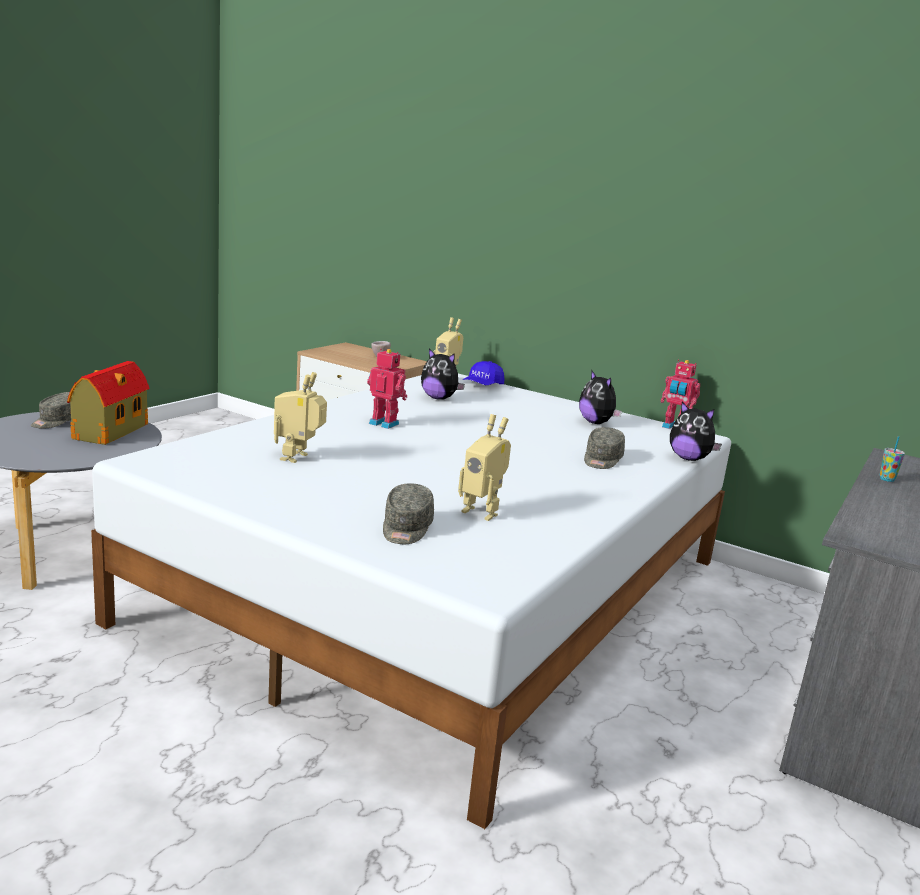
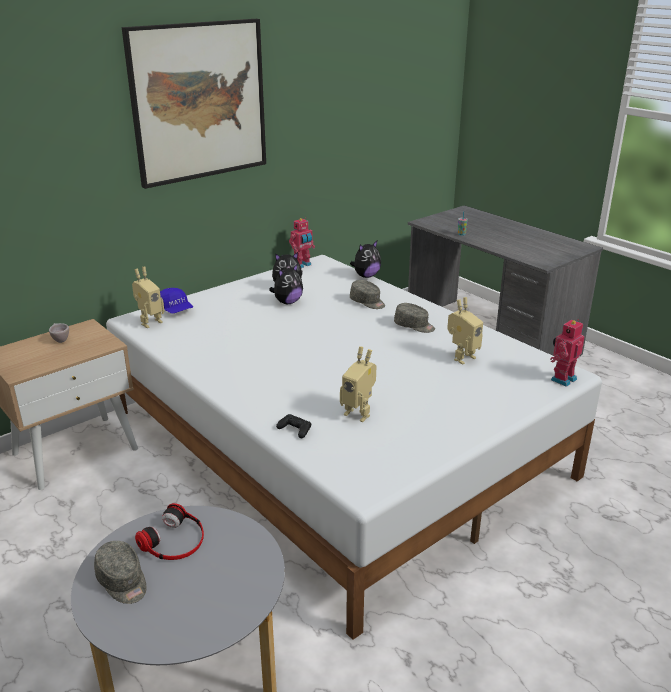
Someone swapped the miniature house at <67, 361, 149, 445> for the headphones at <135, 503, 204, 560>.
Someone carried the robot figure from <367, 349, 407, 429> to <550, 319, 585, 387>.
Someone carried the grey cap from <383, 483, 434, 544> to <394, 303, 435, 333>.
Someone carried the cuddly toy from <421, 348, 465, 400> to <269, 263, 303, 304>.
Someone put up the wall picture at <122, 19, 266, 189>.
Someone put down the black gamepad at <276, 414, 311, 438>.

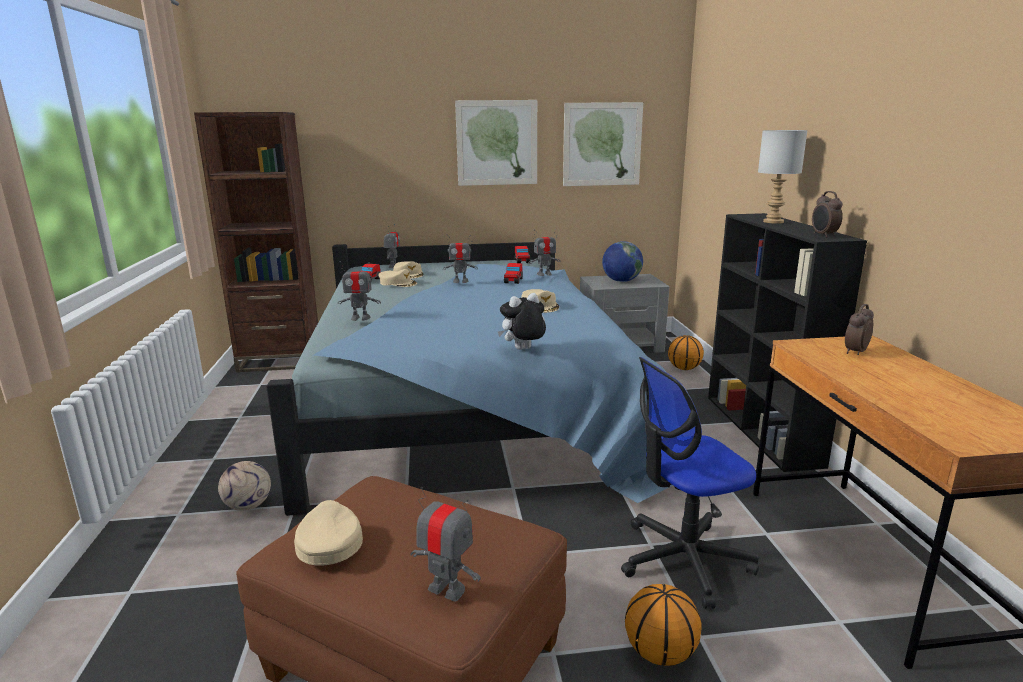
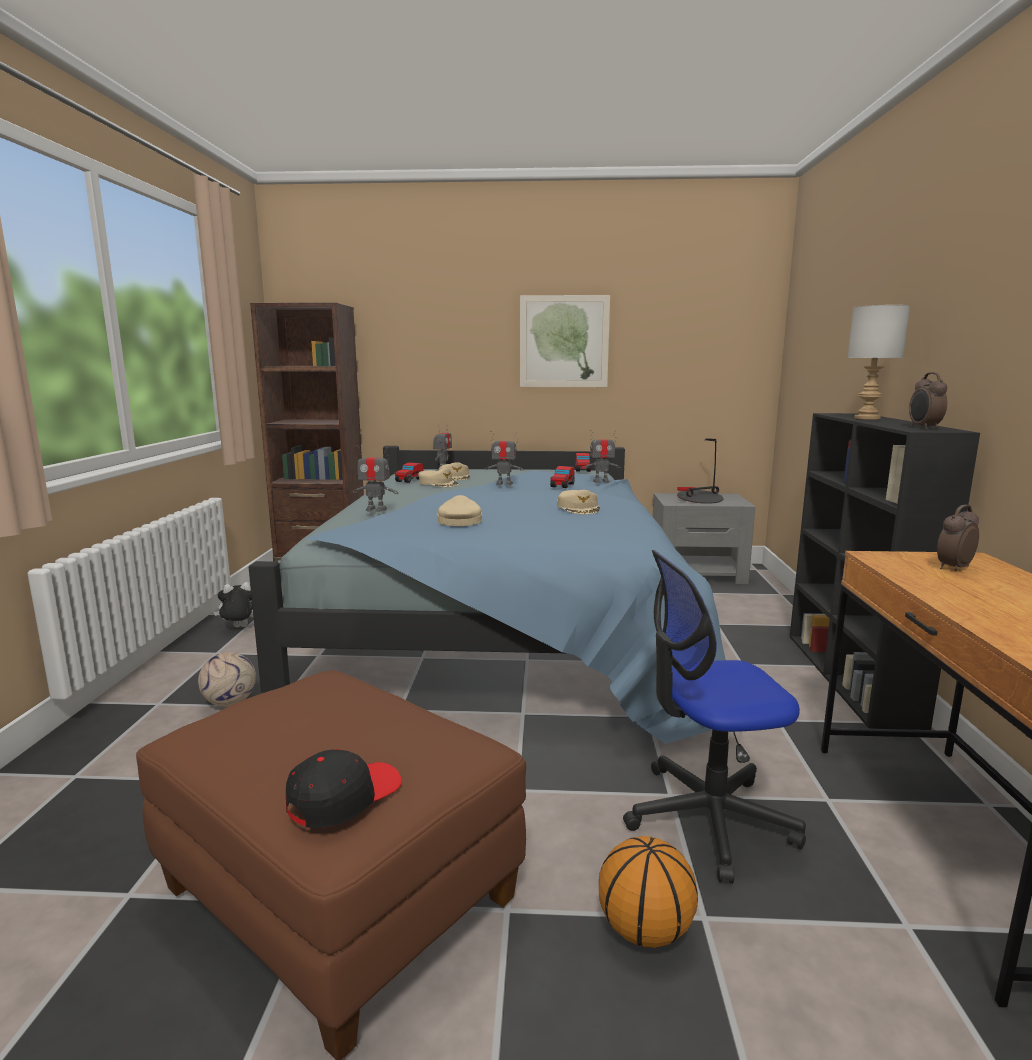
Someone carried the beige cap from <294, 500, 363, 566> to <437, 495, 482, 526>.
Someone swapped the robot figure at <410, 487, 481, 602> for the black cap at <286, 749, 402, 828>.
Someone carried the cuddly toy from <498, 293, 546, 350> to <213, 582, 254, 627>.
Someone took away the wall picture at <563, 102, 643, 186>.
Someone swapped the desk globe at <602, 241, 643, 282> for the table lamp at <677, 438, 723, 504>.
Someone took away the ball for basketball at <668, 335, 704, 370>.

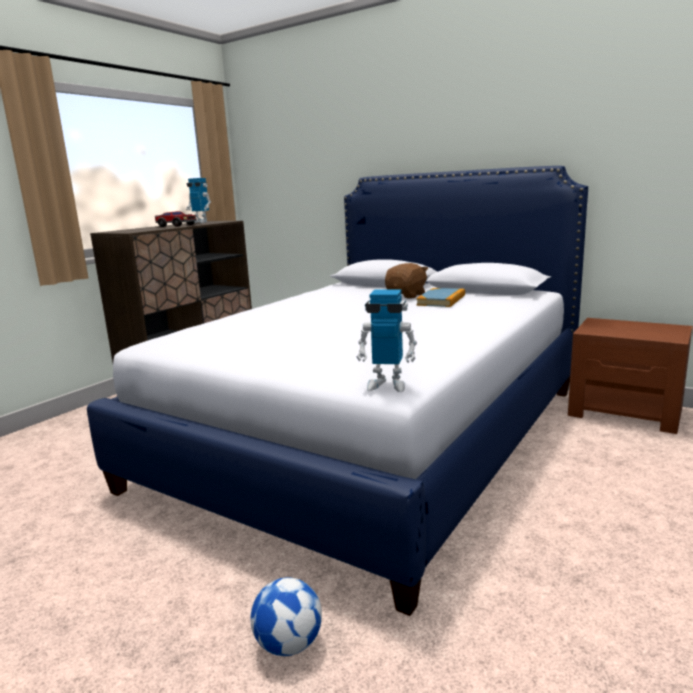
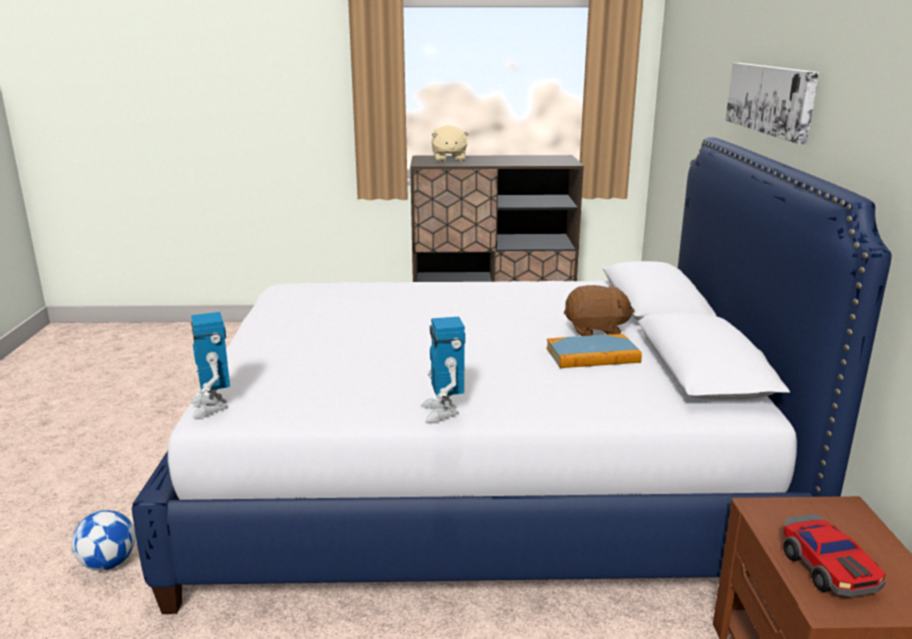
Someone carried the model car from <155, 211, 197, 227> to <782, 514, 886, 597>.
Someone carried the robot figure from <186, 178, 211, 223> to <421, 317, 465, 422>.
Someone put down the beige cuddly toy at <431, 125, 469, 162>.
Someone put up the wall picture at <726, 63, 819, 144>.

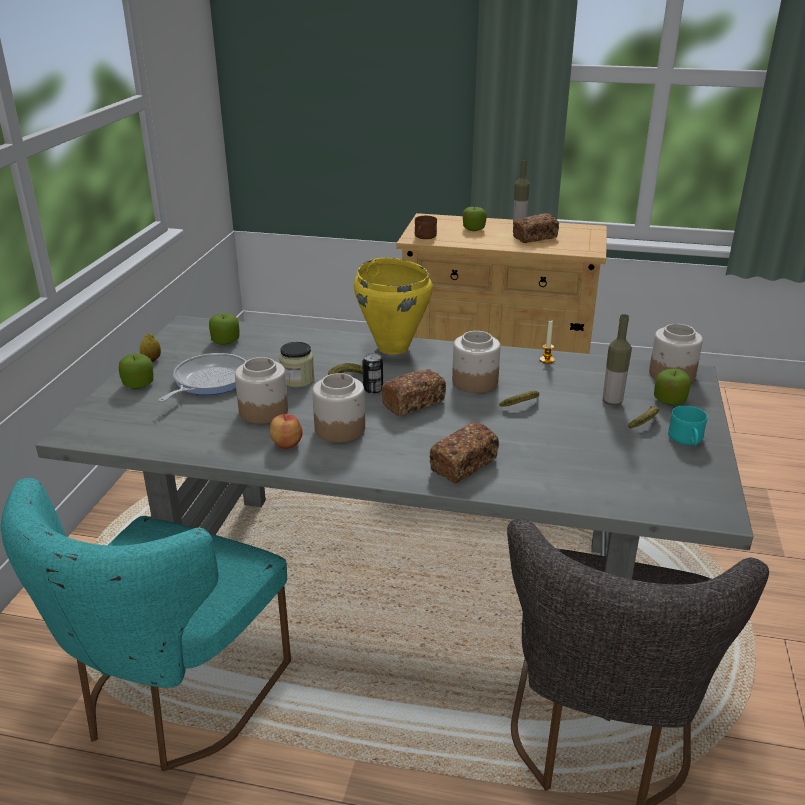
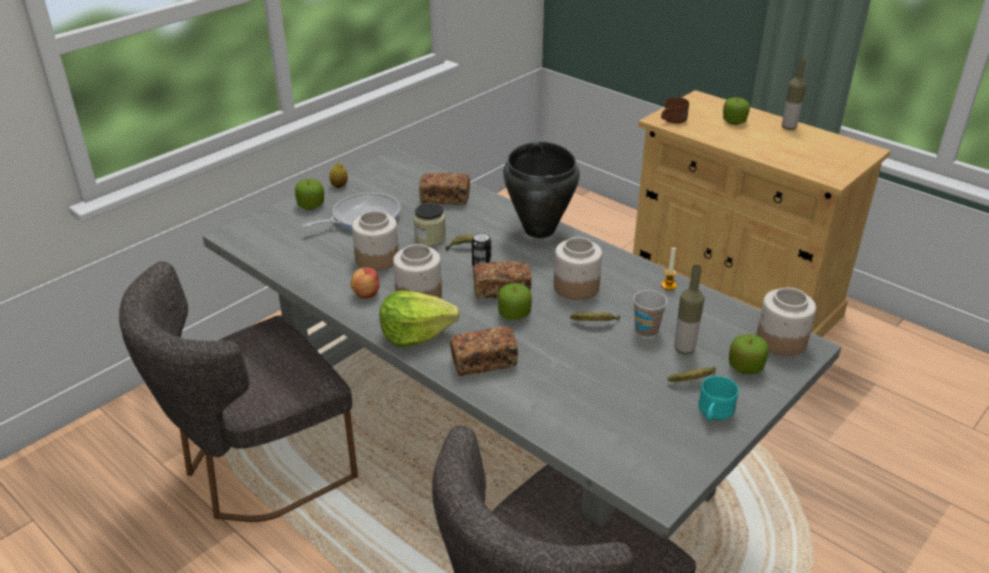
Someone repainted the blue-green chair at <1, 478, 291, 771>, which became the grey chair at <119, 261, 358, 522>.
Someone carried the apple from <209, 313, 240, 345> to <498, 283, 532, 320>.
Someone repainted the yellow stockpot at <354, 258, 433, 355>, which became the black stockpot at <503, 141, 580, 238>.
Someone carried the bakery bread from <513, 213, 559, 243> to <419, 173, 470, 205>.
Someone put down the head of lettuce at <380, 291, 460, 347>.
Someone put down the small cup at <633, 290, 667, 337>.

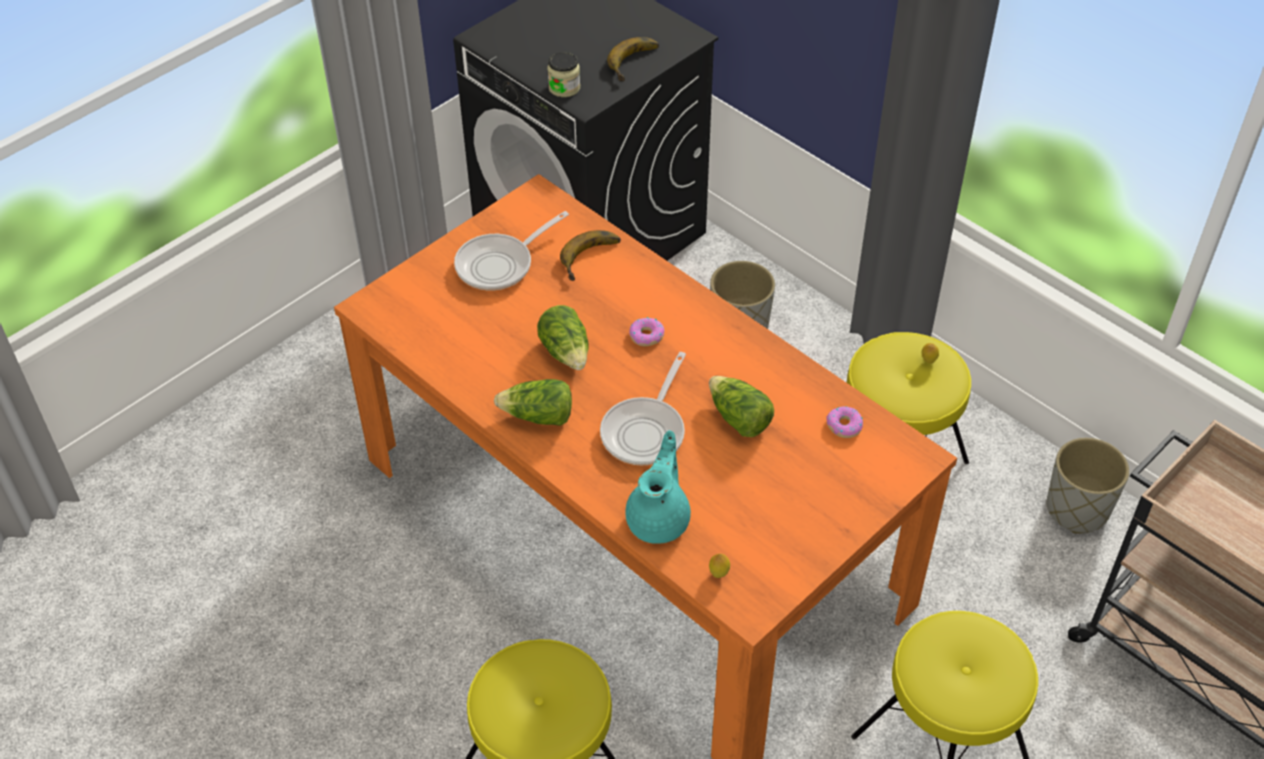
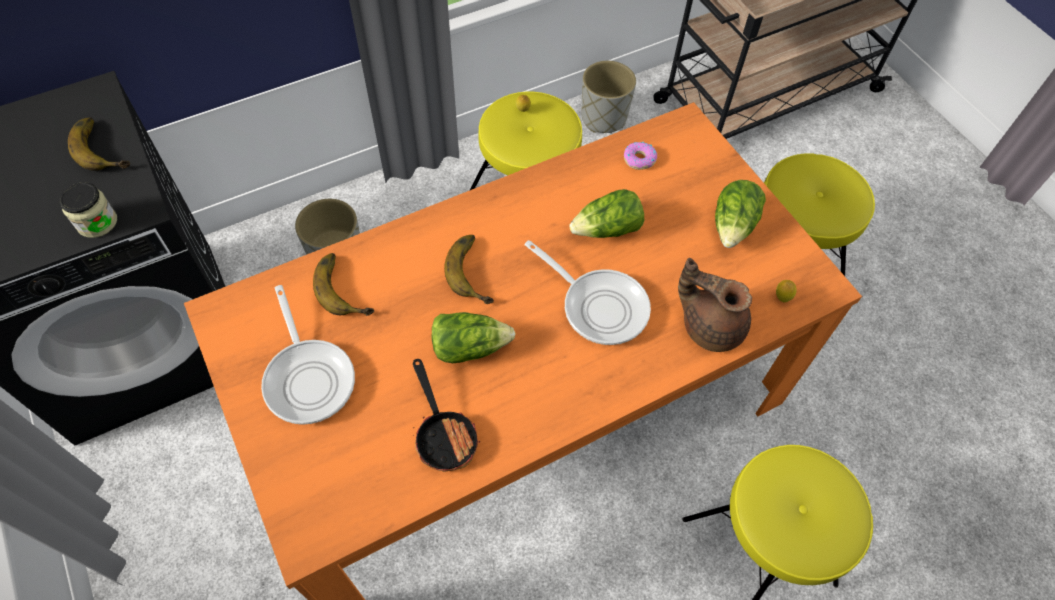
Someone carried the head of lettuce from <494, 379, 572, 426> to <715, 180, 766, 248>.
Someone repainted the blue-green tea pot at <625, 430, 691, 544>, which became the brown tea pot at <678, 258, 752, 352>.
Someone swapped the ring doughnut at <630, 317, 665, 346> for the banana fruit at <444, 235, 494, 304>.
Someone put down the pan at <413, 359, 480, 472>.

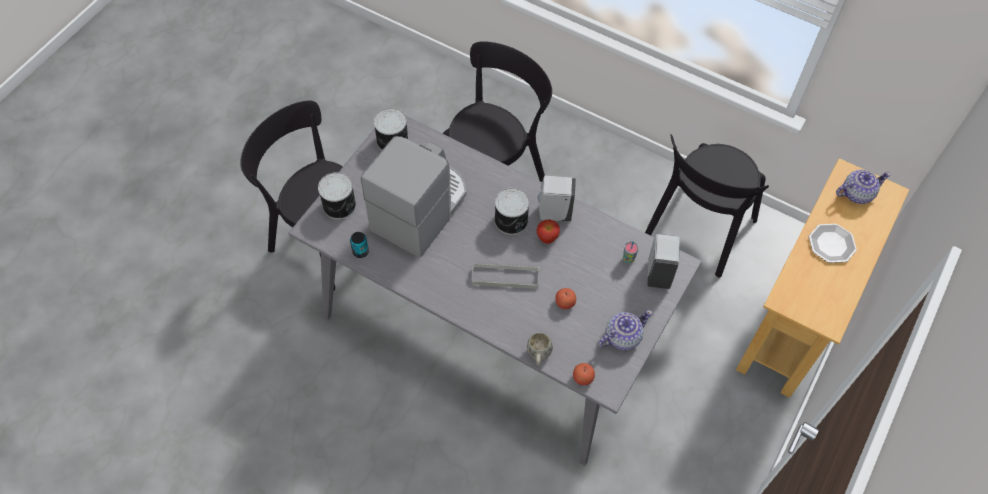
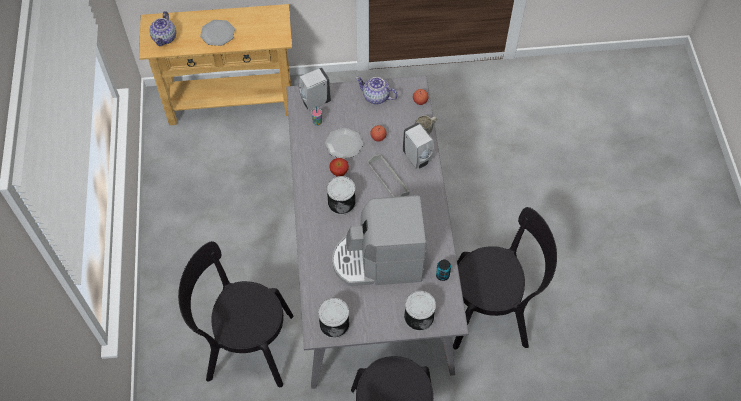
Someone carried the white-coloured liquid soap bottle from <537, 175, 576, 221> to <403, 122, 434, 169>.
Someone carried the black chair from <645, 134, 769, 278> to <453, 207, 557, 350>.
Someone rotated the tea pot at <836, 170, 891, 204> by 120 degrees counterclockwise.
Someone put down the dinner plate at <325, 128, 363, 159>.

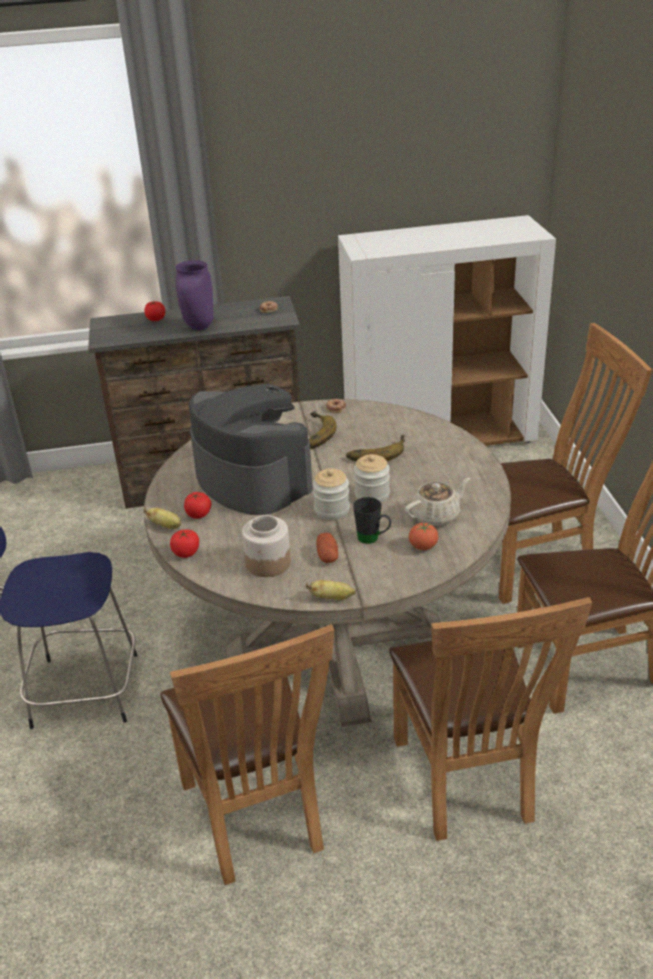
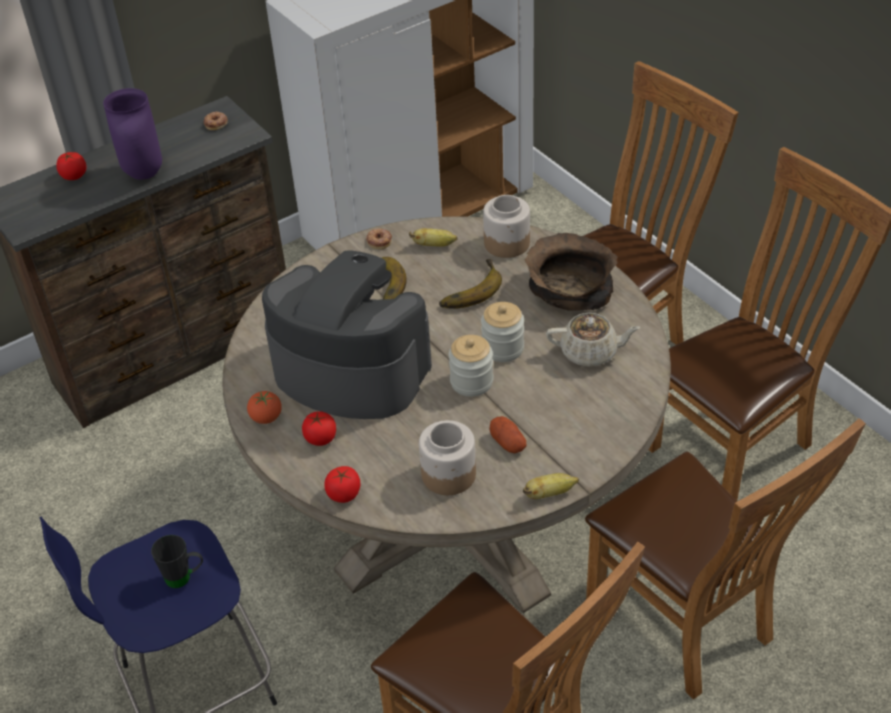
Someone carried the banana fruit from <144, 507, 181, 529> to <409, 228, 458, 247>.
Someone carried the black tea mug from <353, 497, 391, 544> to <151, 535, 203, 588>.
Someone rotated the beige tea pot at <405, 478, 470, 526> by 60 degrees clockwise.
Someone carried the whole tomato from <409, 523, 438, 550> to <247, 391, 282, 424>.
Someone put down the jar at <483, 195, 530, 258>.
Someone put down the brown deep dish at <525, 233, 618, 311>.

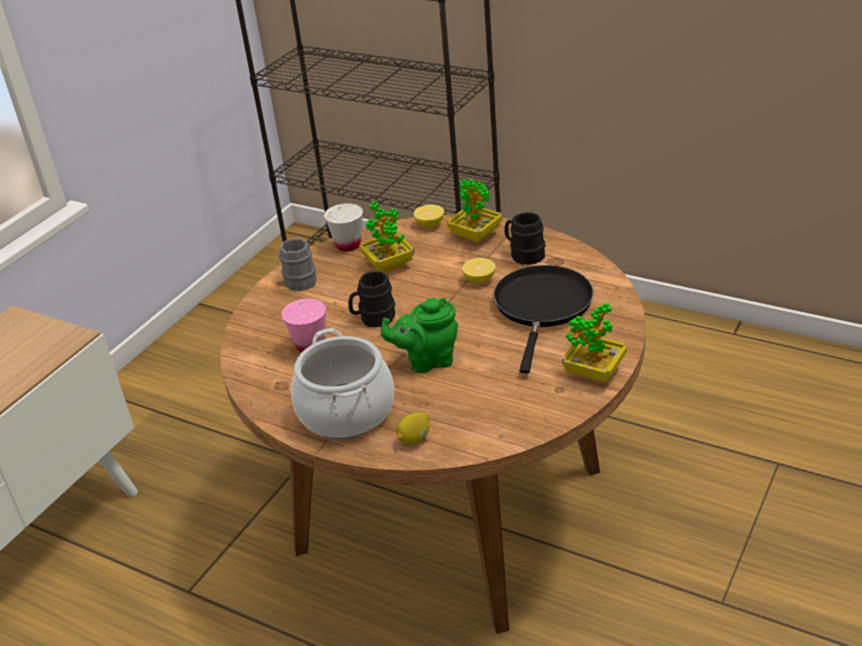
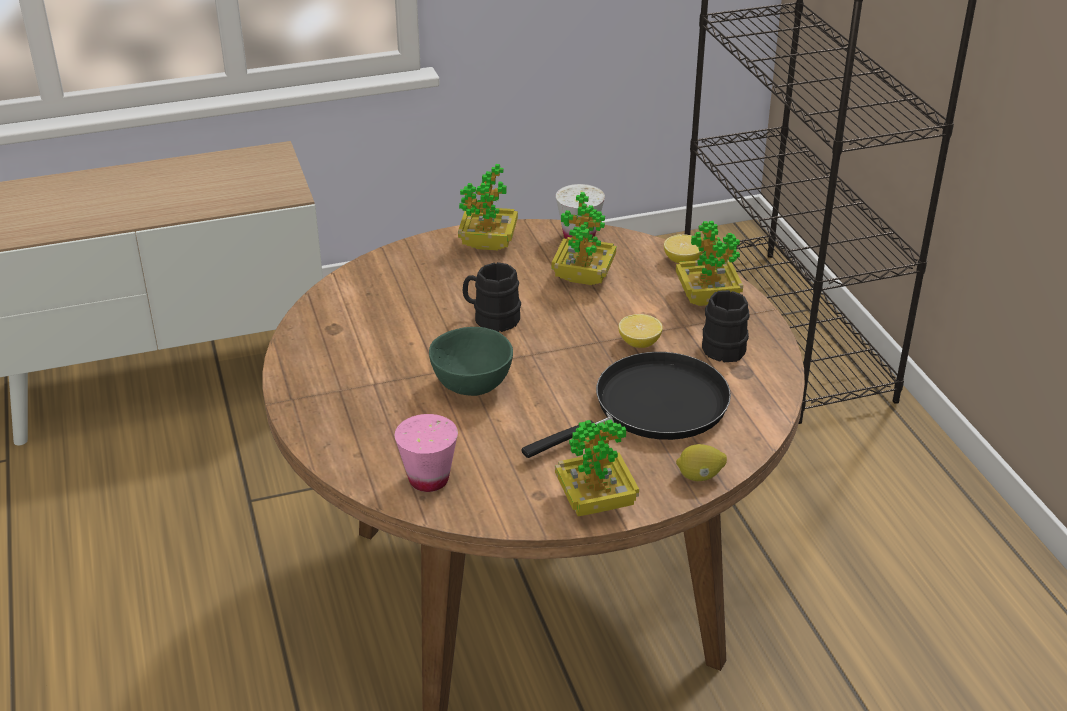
Someone swapped the grey tea mug at <279, 239, 317, 291> for the plant in a pot at <458, 164, 518, 250>.
Someone carried the pinkish small cup from <282, 299, 326, 353> to <395, 414, 458, 492>.
Someone took away the stockpot at <291, 328, 394, 439>.
Someone swapped the greenish tea pot at <381, 298, 458, 373> for the greenish deep dish at <429, 327, 513, 396>.
Someone carried the whole lemon from <397, 413, 430, 445> to <676, 444, 727, 481>.

